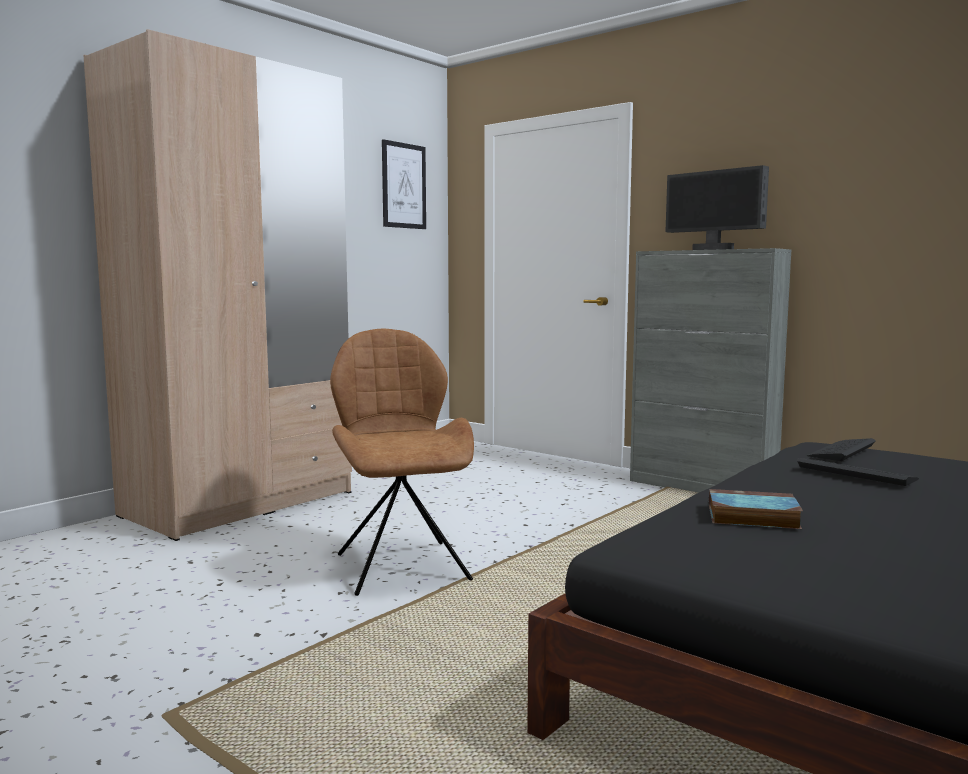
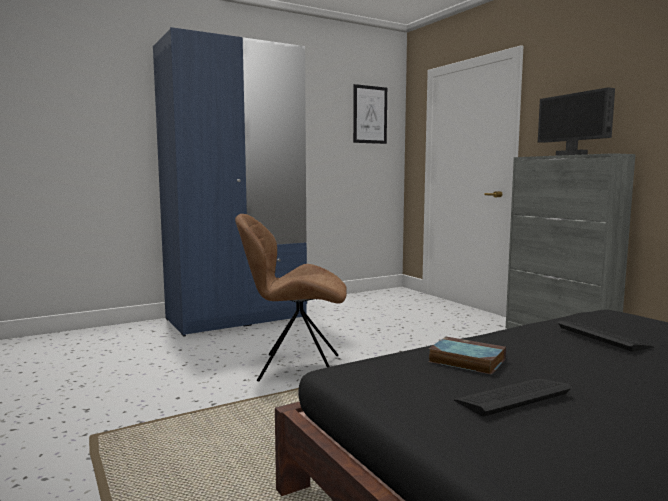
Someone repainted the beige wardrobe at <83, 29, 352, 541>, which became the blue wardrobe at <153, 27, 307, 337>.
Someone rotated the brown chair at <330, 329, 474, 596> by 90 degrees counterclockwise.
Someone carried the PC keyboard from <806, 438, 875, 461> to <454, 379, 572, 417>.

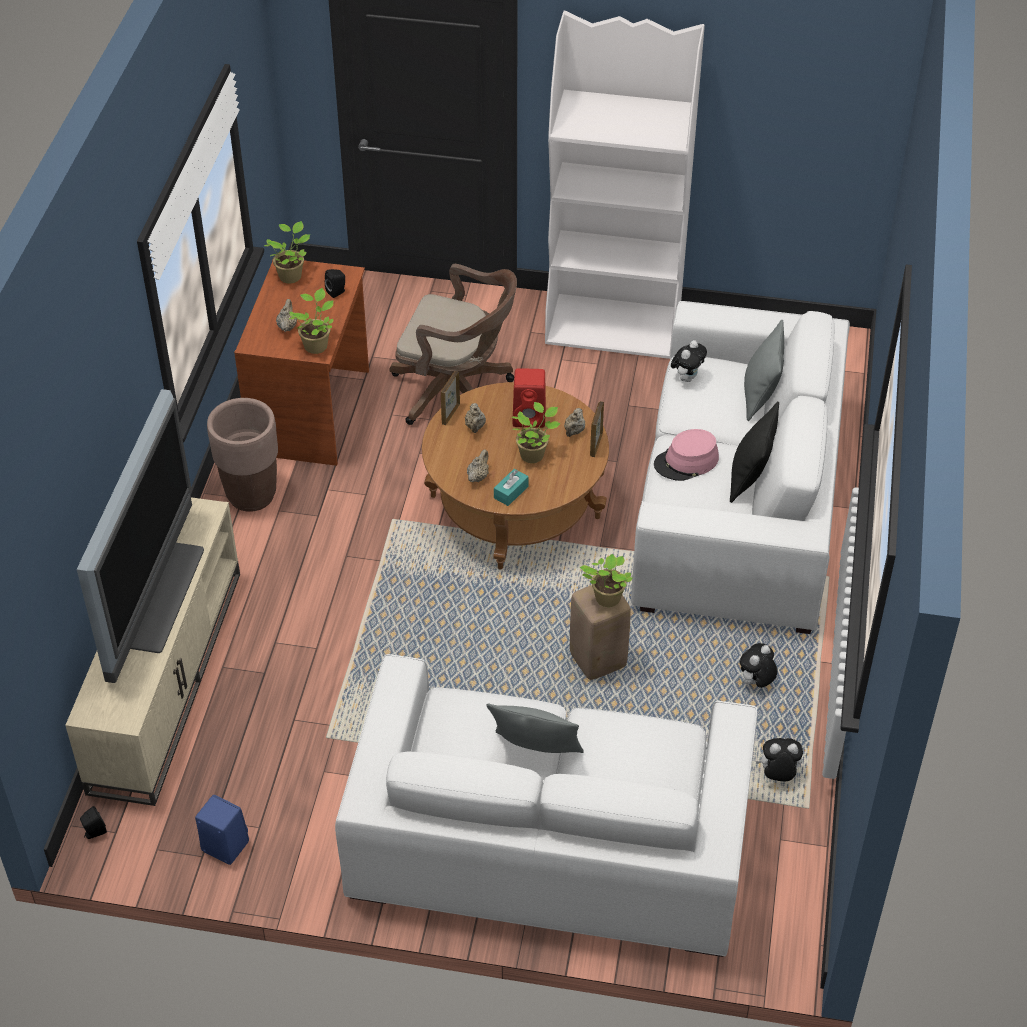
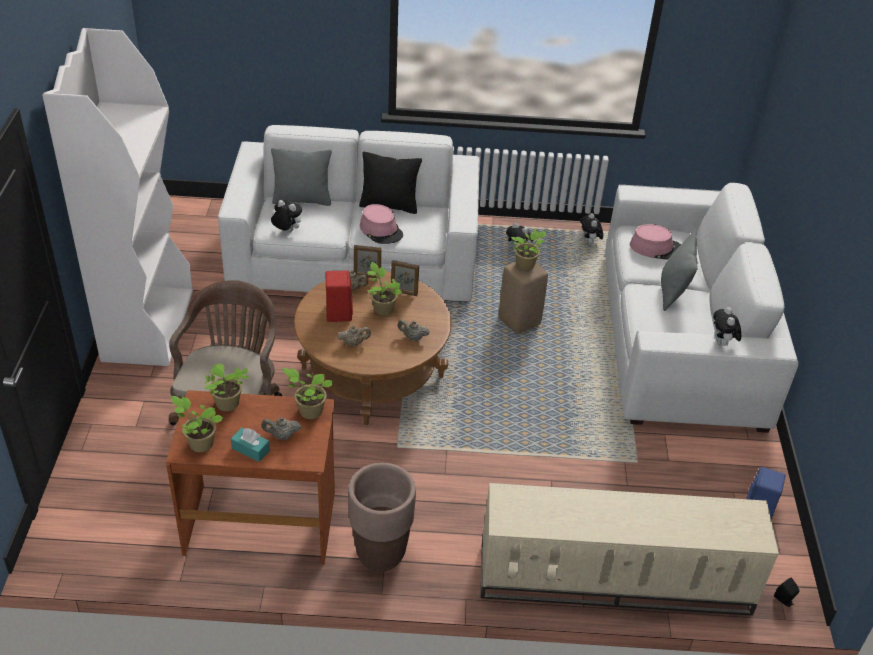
Someone took away the television at <77, 389, 204, 683>.
Someone swapped the black speaker at <325, 269, 345, 298> for the plant in a pot at <205, 363, 249, 411>.
Someone carried the picture frame from <441, 371, 460, 425> to <391, 260, 419, 296>.
Someone carried the blue-green box of tissues from <494, 469, 529, 506> to <231, 428, 270, 462>.
Someone put down the pinkish hat at <630, 224, 681, 260>.
Someone put down the cuddly toy at <713, 307, 741, 346>.

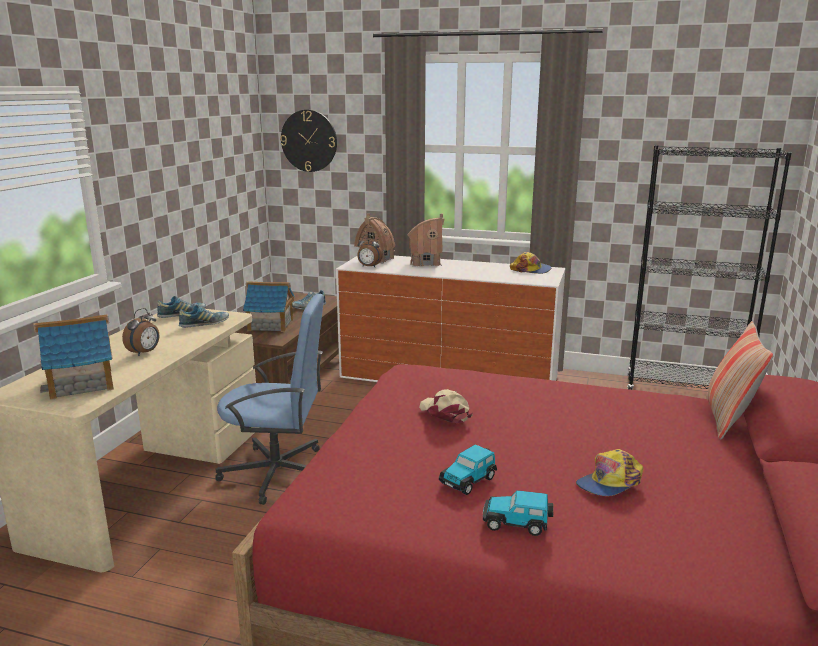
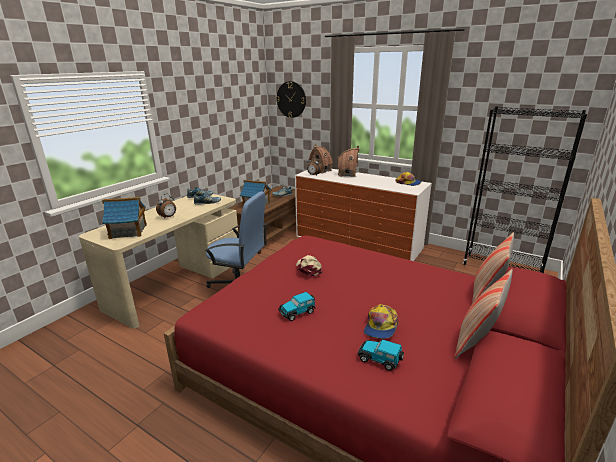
Someone carried the model car from <483, 490, 553, 536> to <357, 339, 404, 371>.
Someone rotated the cap at <576, 449, 643, 496> by 45 degrees counterclockwise.
Someone put down the cushion at <454, 269, 513, 359>.

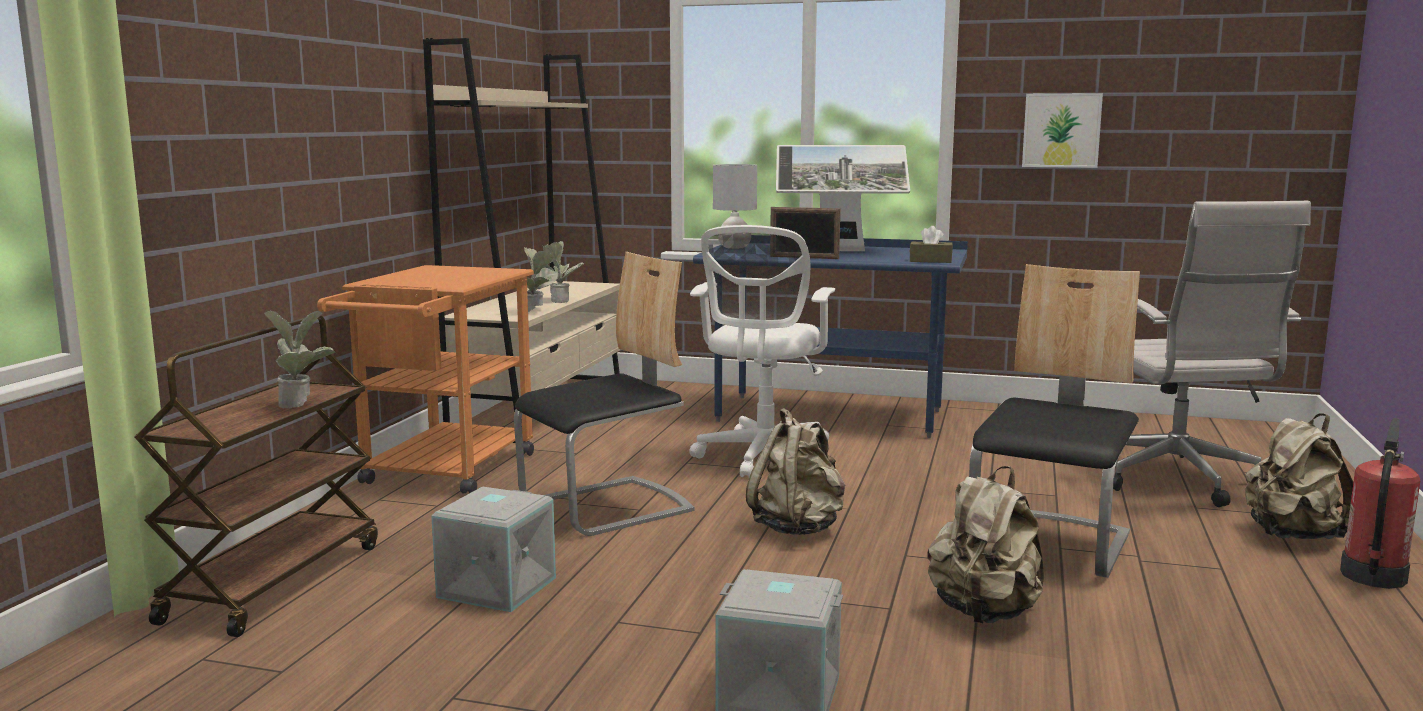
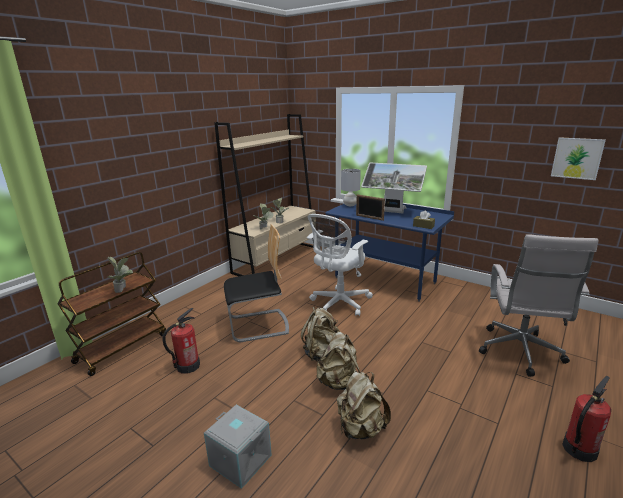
Someone took away the orangey cart at <317, 265, 534, 494>.
Someone swapped the grey storage box at <431, 487, 556, 612> for the fire-fighting cylinder at <163, 308, 200, 374>.
Someone took away the chair at <969, 264, 1140, 578>.
Someone carried the wall picture from <1022, 93, 1103, 168> to <551, 137, 606, 180>.
Someone carried the beige knapsack from <1246, 414, 1353, 539> to <316, 332, 360, 390>.

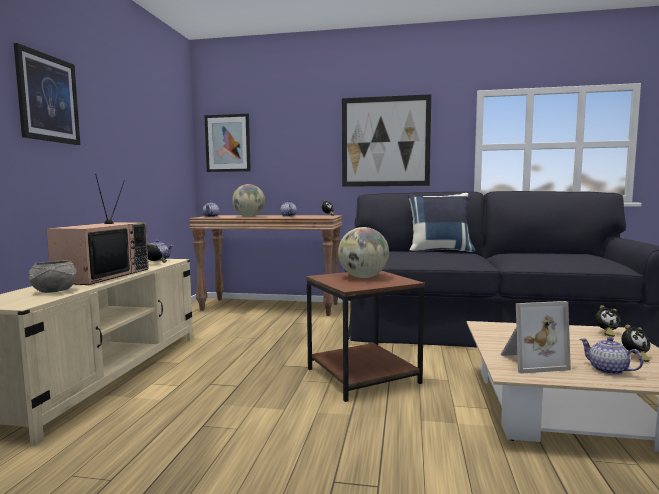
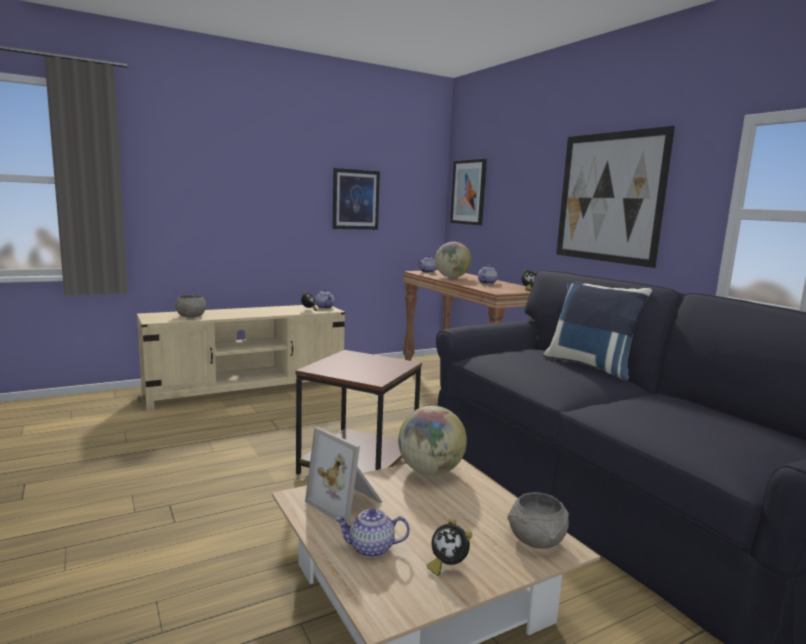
Someone carried the wall picture from <14, 43, 80, 145> to <332, 168, 380, 230>.
Someone took away the television at <46, 174, 149, 285>.
Someone carried the desk globe from <338, 227, 389, 278> to <398, 406, 467, 475>.
Someone rotated the tea pot at <580, 337, 643, 375> by 105 degrees counterclockwise.
Someone swapped the alarm clock at <595, 305, 621, 337> for the grey deep dish at <507, 492, 569, 549>.

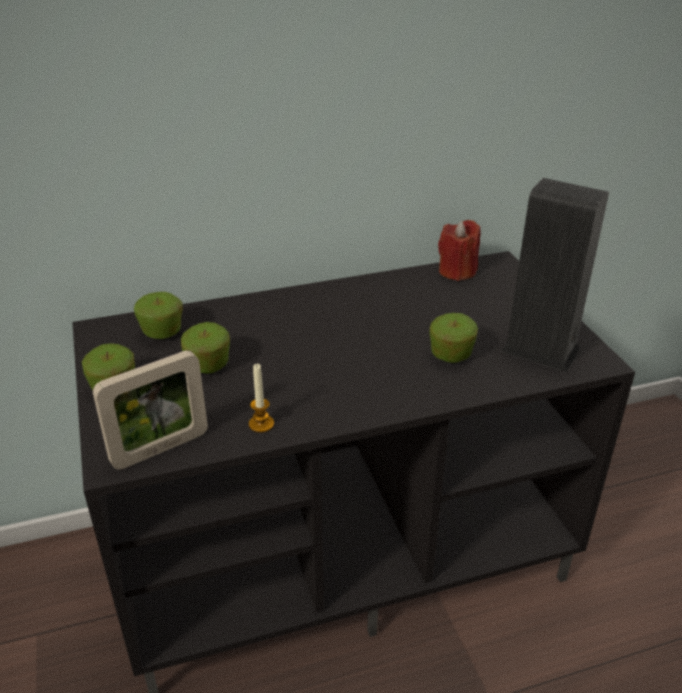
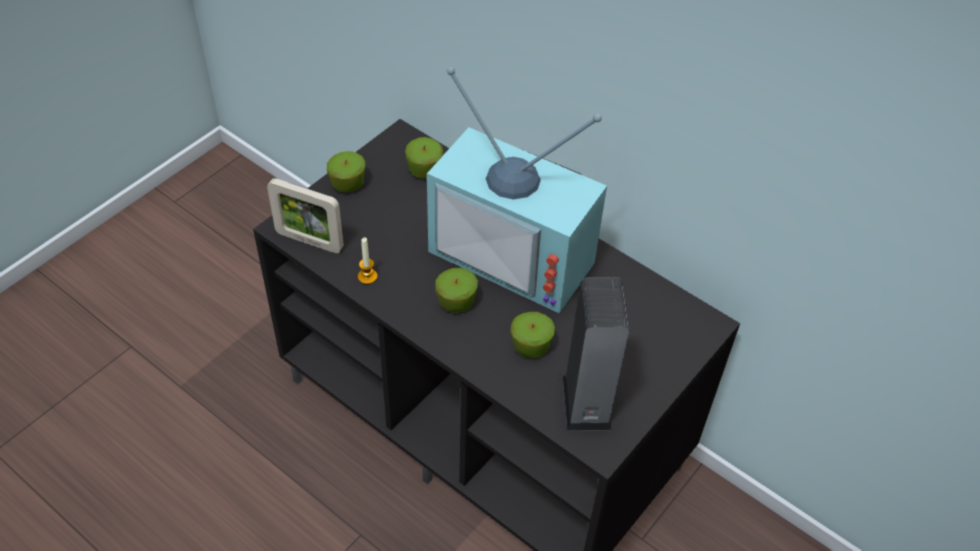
Someone carried the apple from <181, 322, 230, 374> to <435, 268, 478, 313>.
Someone took away the red-coloured wax candle at <438, 220, 481, 281>.
Someone put down the television at <427, 67, 607, 314>.

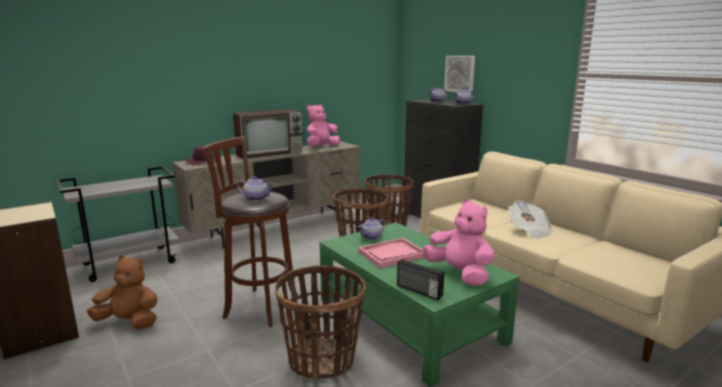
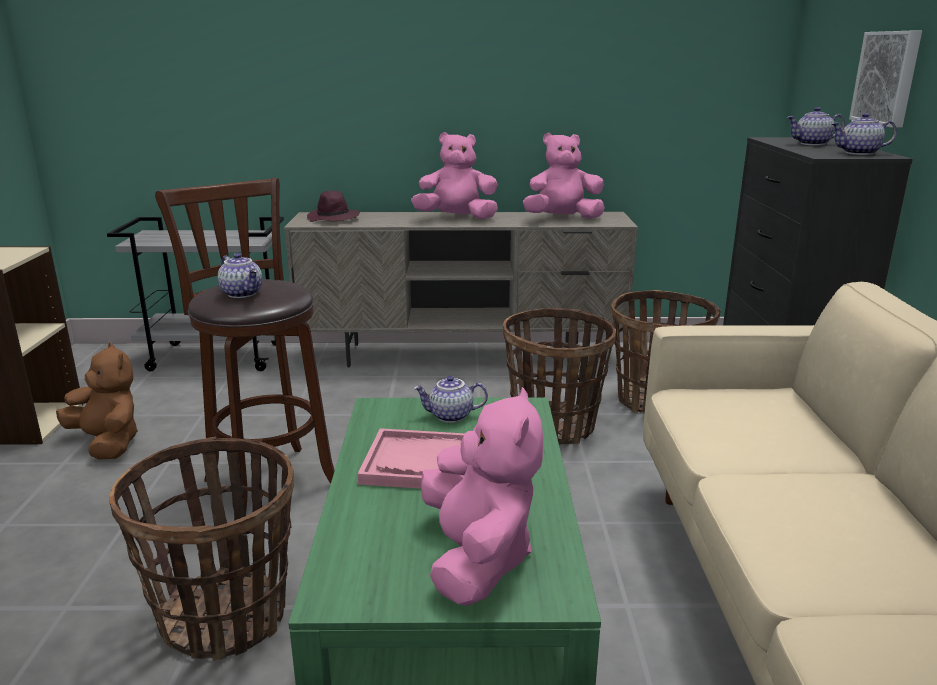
Someone swapped the television at <233, 109, 303, 159> for the pinkish cuddly toy at <411, 132, 498, 219>.
Someone took away the radio at <397, 259, 444, 300>.
Someone took away the printed paper at <508, 201, 553, 239>.

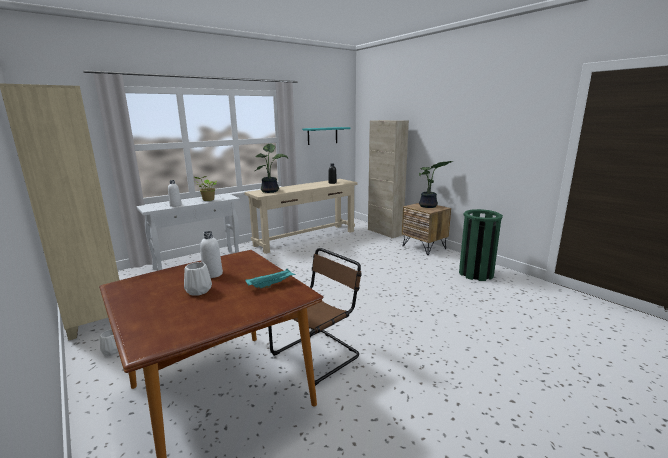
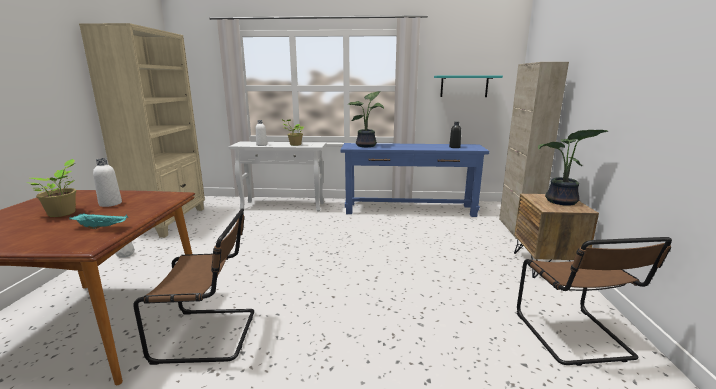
Someone swapped the white-coloured decorative vase at <184, 262, 212, 296> for the plant in a pot at <30, 159, 76, 217>.
Someone repainted the beige narrow table at <244, 179, 358, 254>, which became the blue narrow table at <340, 143, 489, 217>.
Someone swapped the greenish trash can at <459, 209, 503, 281> for the brown chair at <517, 237, 672, 366>.

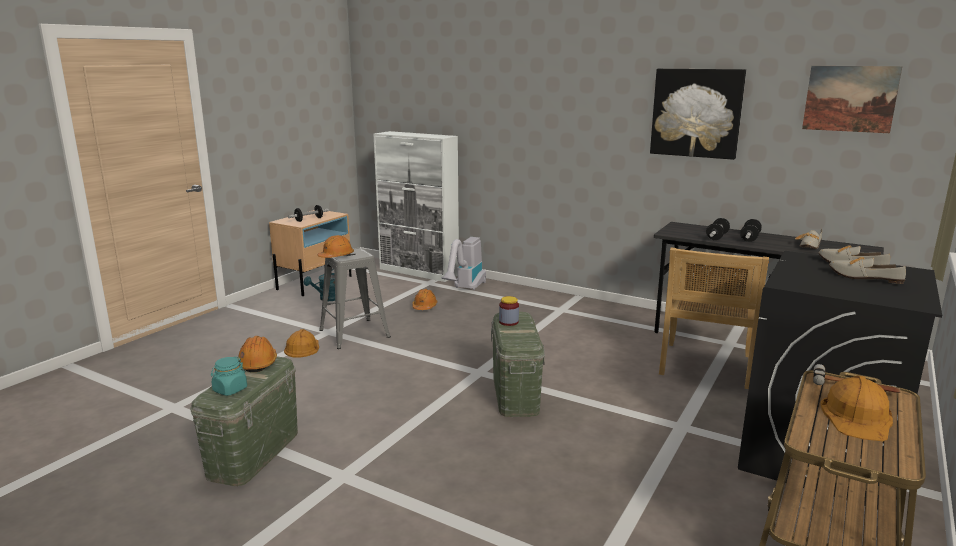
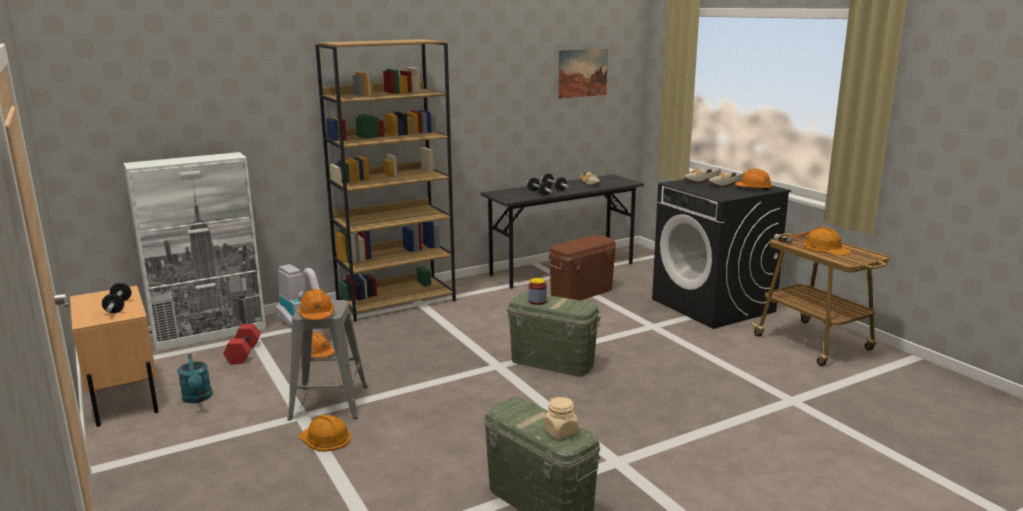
Someone repainted the blue-green jar at <211, 356, 247, 396>, which became the beige jar at <544, 396, 579, 439>.
Someone carried the orangey hard hat from <239, 336, 277, 372> to <735, 169, 772, 191>.
Someone took away the wall picture at <650, 69, 746, 160>.
Someone swapped the beige chair at <659, 247, 769, 389> for the brown storage box at <548, 235, 616, 301>.
Someone put down the red-coloured dumbbell at <223, 324, 261, 364>.
Someone put down the brown bookshelf at <315, 39, 456, 322>.

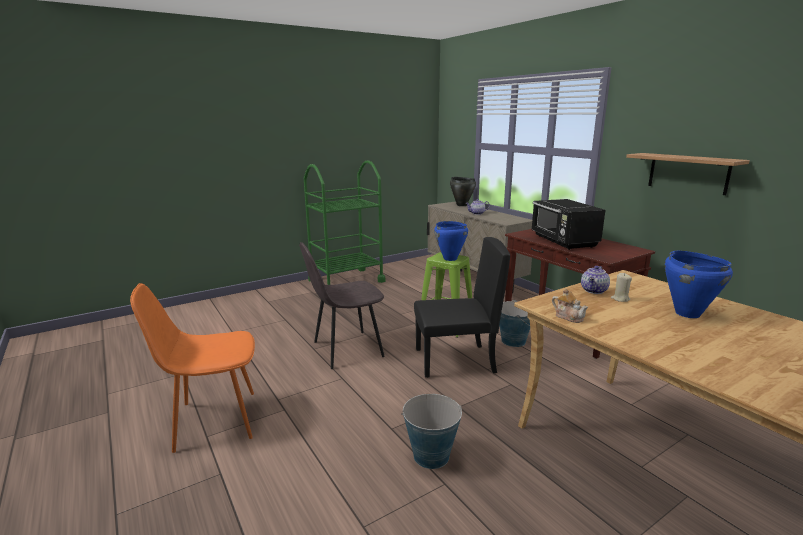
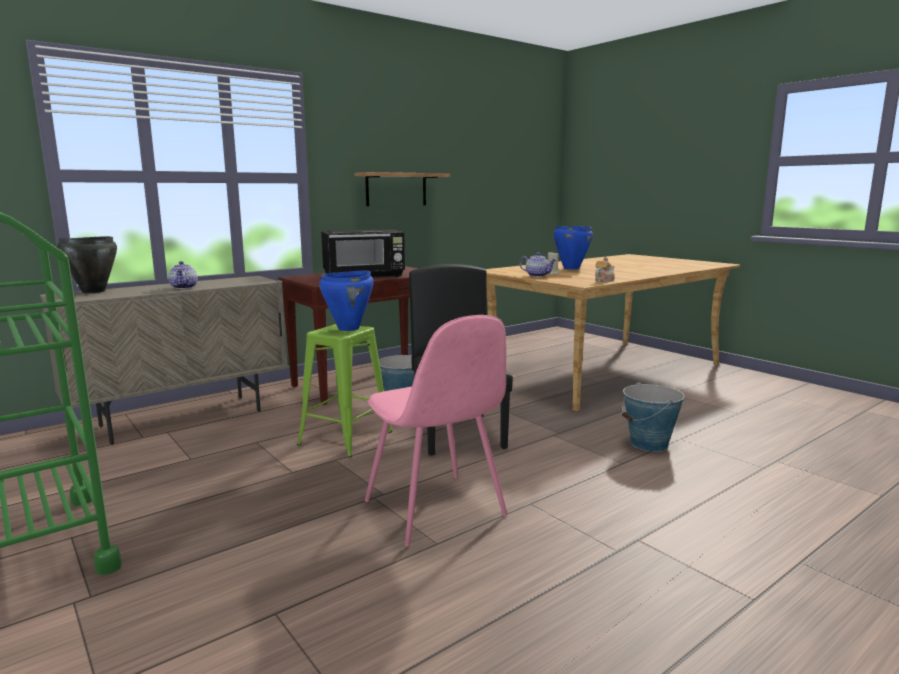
Someone took away the orangey chair at <130, 283, 255, 453>.
Someone repainted the grey chair at <299, 242, 385, 369>, which became the pinkish chair at <365, 315, 507, 547>.

